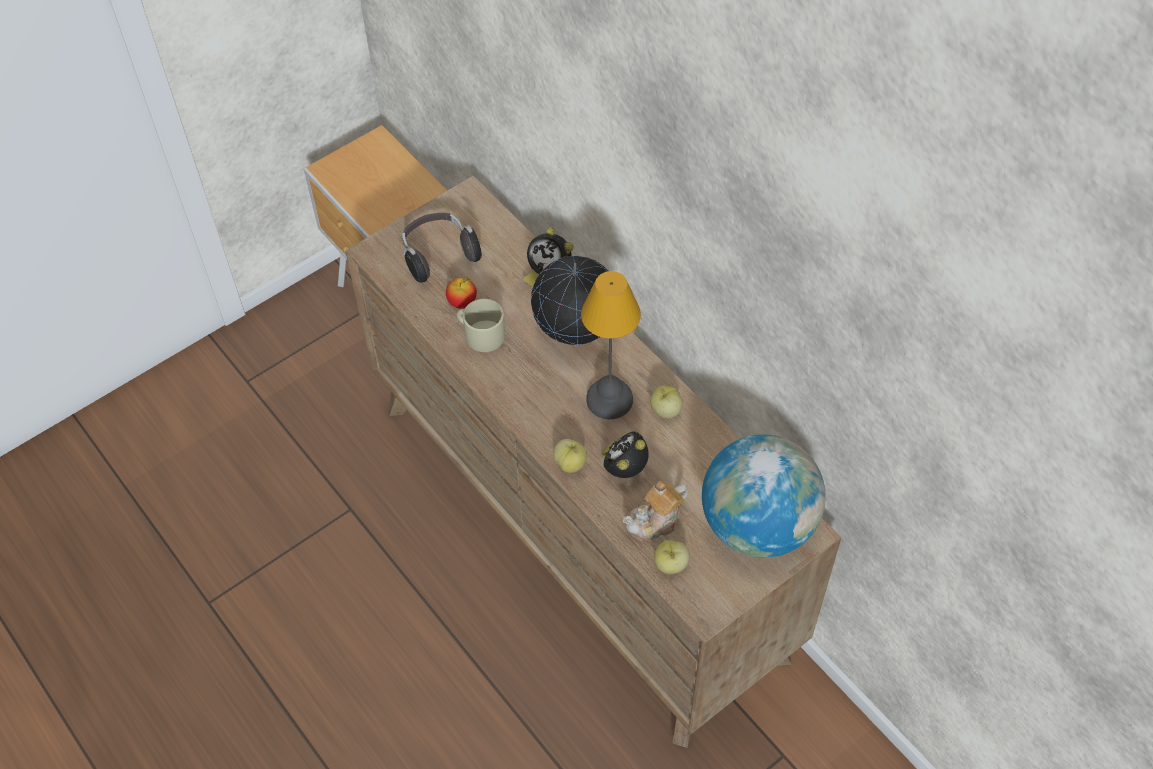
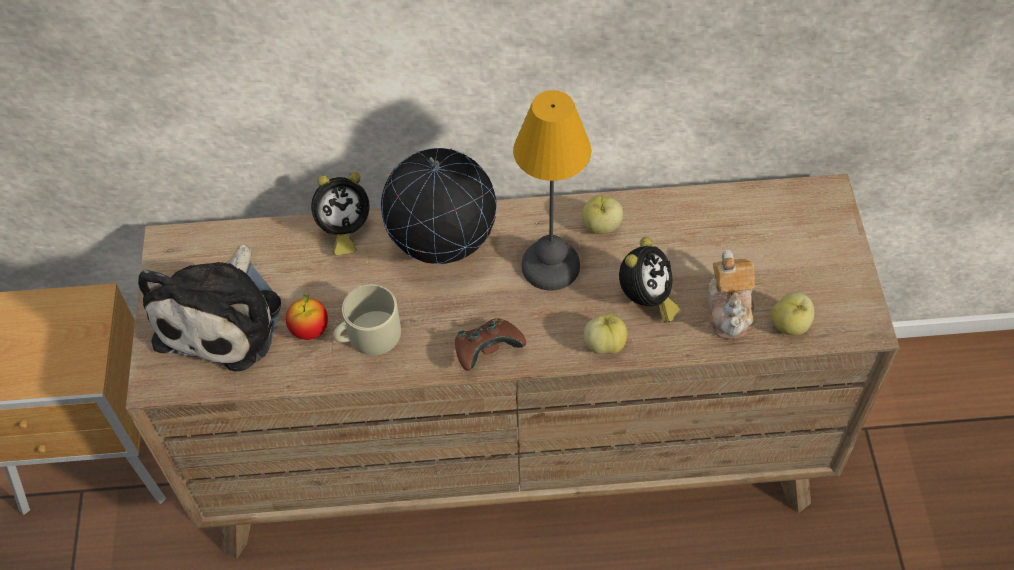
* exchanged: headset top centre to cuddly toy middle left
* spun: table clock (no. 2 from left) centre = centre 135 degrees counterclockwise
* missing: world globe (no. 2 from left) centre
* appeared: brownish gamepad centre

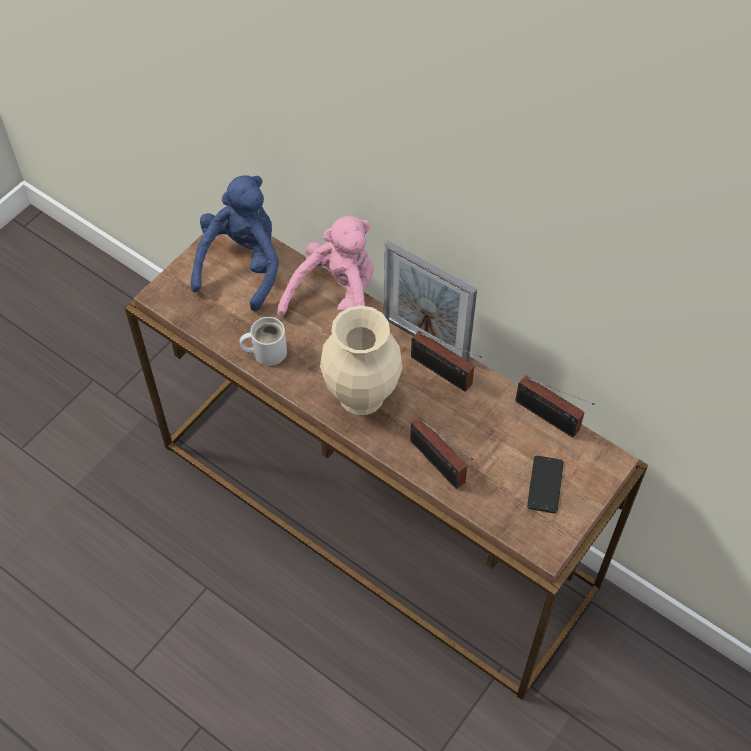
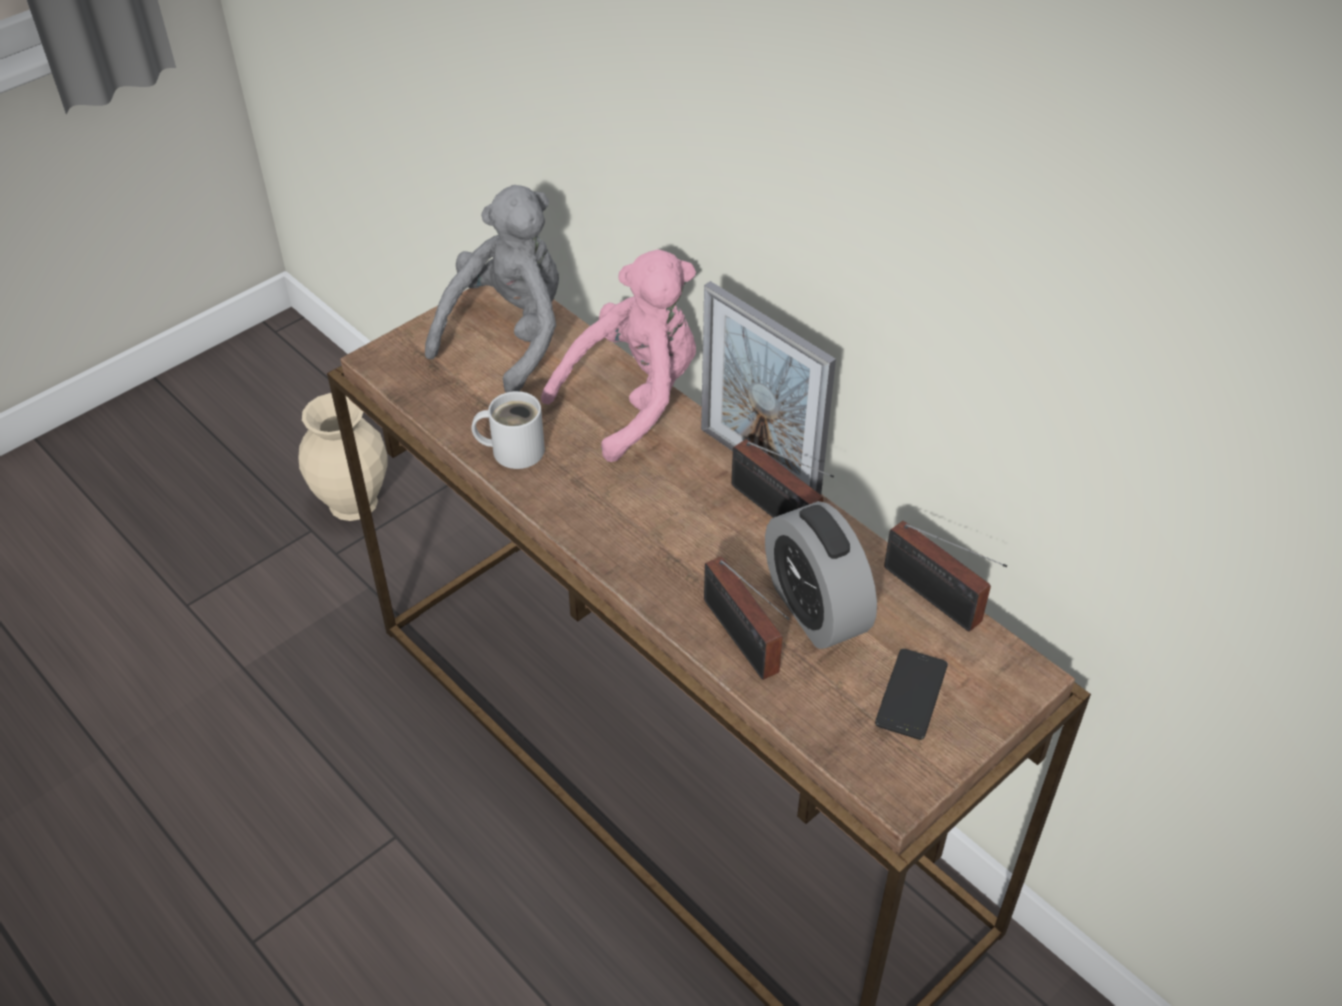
* colour: blue-coloured cuddly toy top left to greyish cuddly toy top centre
* relocated: beige-coloured decorative vase centre to middle left
* appeared: table clock centre

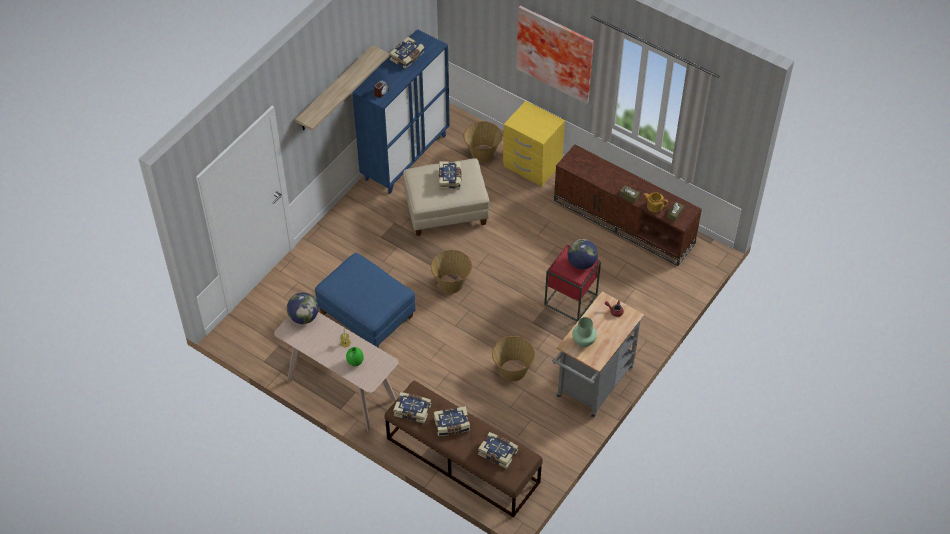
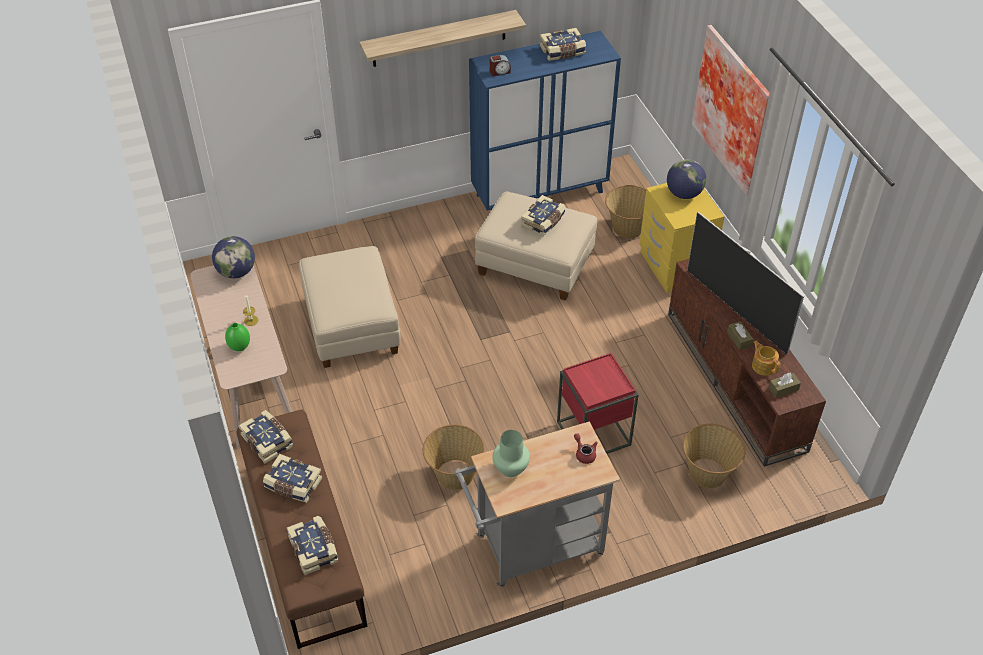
* relocated: world globe (no. 2 from left) centre to top right
* relocated: basket (no. 1 from left in the first image) centre to basket (no. 3 from left) bottom right
* colour: blue-coloured ottoman centre to beige-coloured ottoman (no. 1 from left) centre
* appeared: TV middle right

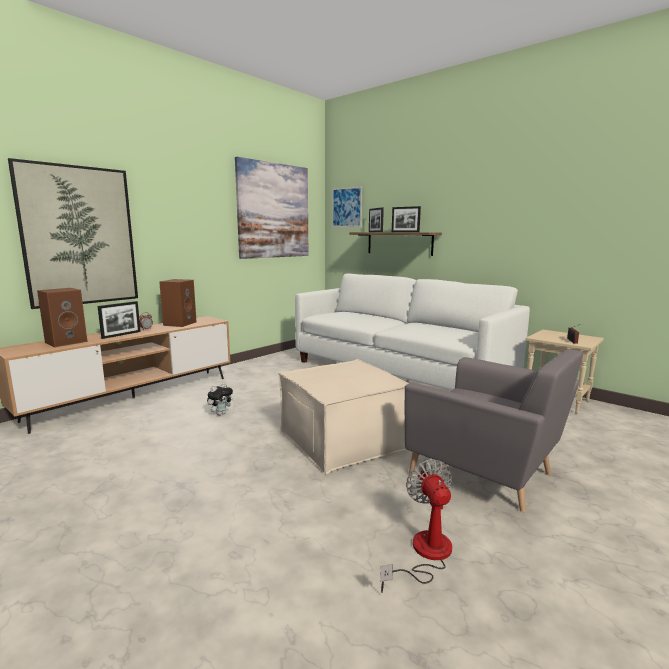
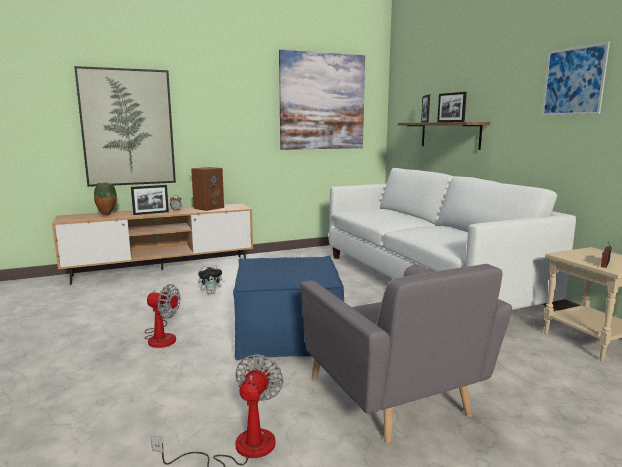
* relocated: picture (no. 3 from left) top centre to top right
* exchanged: brownish audio speaker (no. 1 from left) middle left to decorative vase middle left
* colour: beige-coloured ottoman centre to blue-coloured ottoman centre
* appeared: cooling fan (no. 1 from left) bottom left

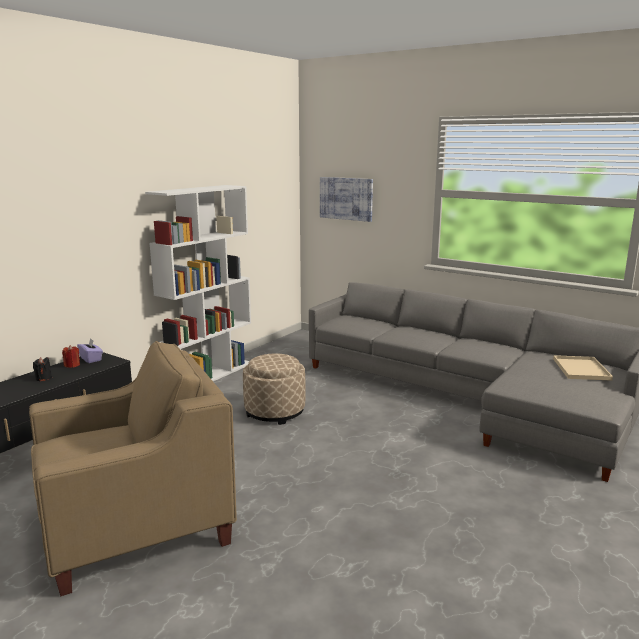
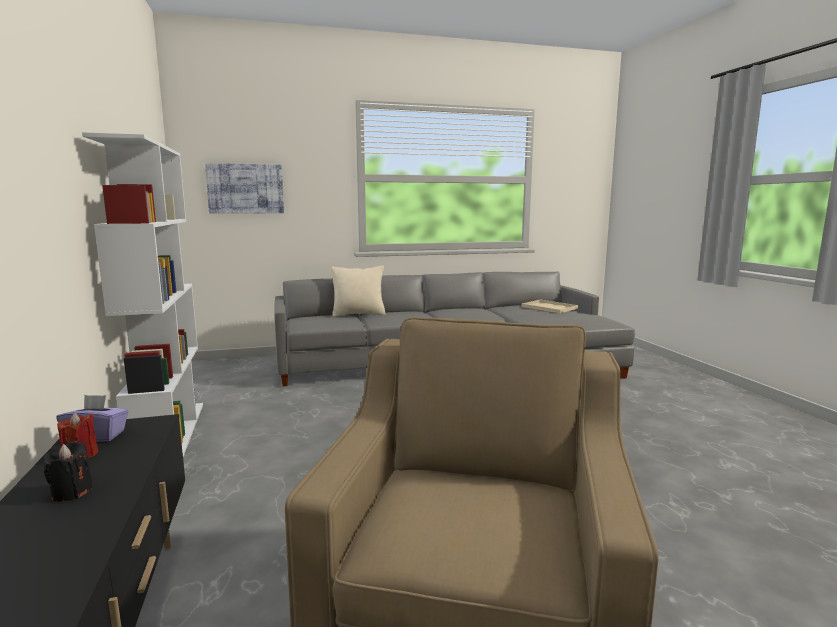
* missing: beige-coloured ottoman centre
* appeared: beige-coloured throw pillow centre

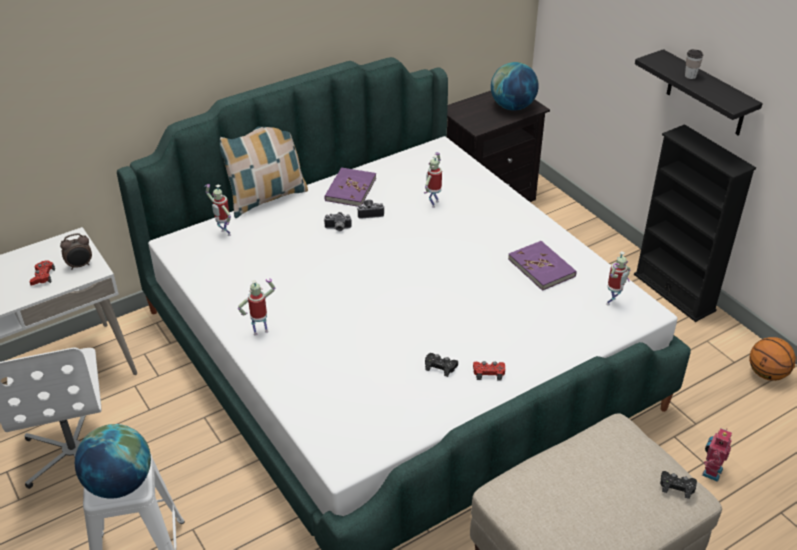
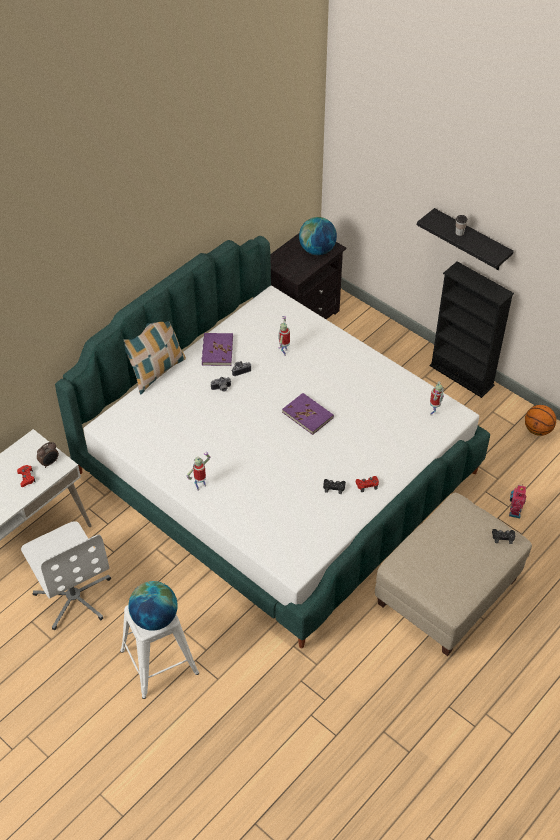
* missing: toy robot (no. 1 from left) middle left
* relocated: purple book (no. 2 from left) middle right to centre

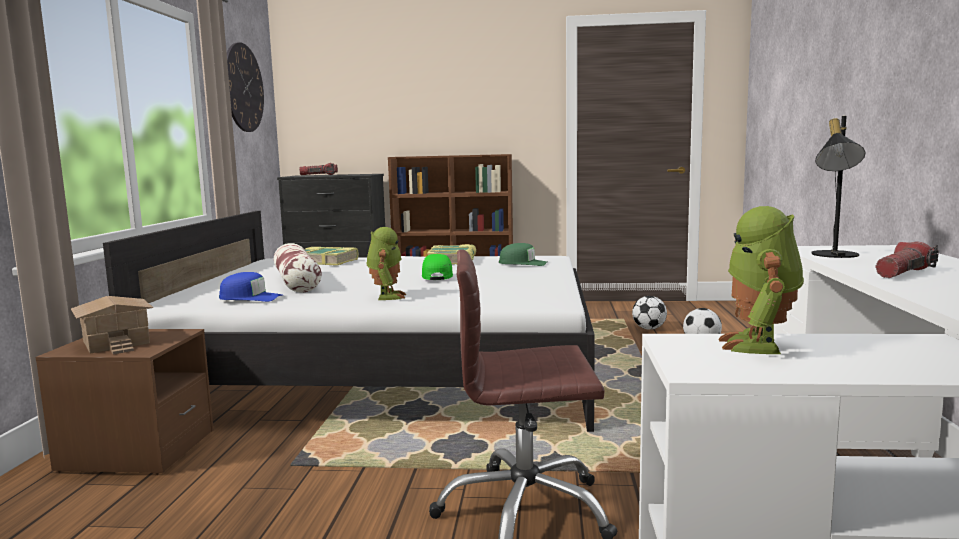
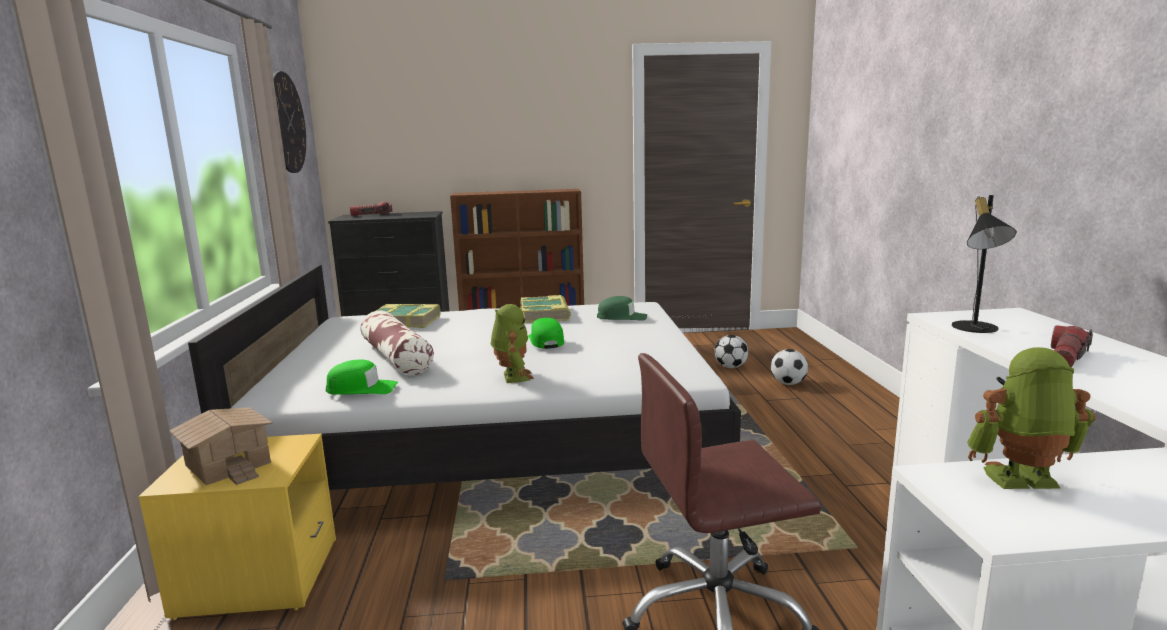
* spun: toy robot (no. 2 from left) middle right = middle right 90 degrees clockwise
* colour: blue-coloured baseball cap middle left to green-coloured baseball cap (no. 1 from left) middle left
* colour: brownish nightstand bottom left to yellowish nightstand bottom left

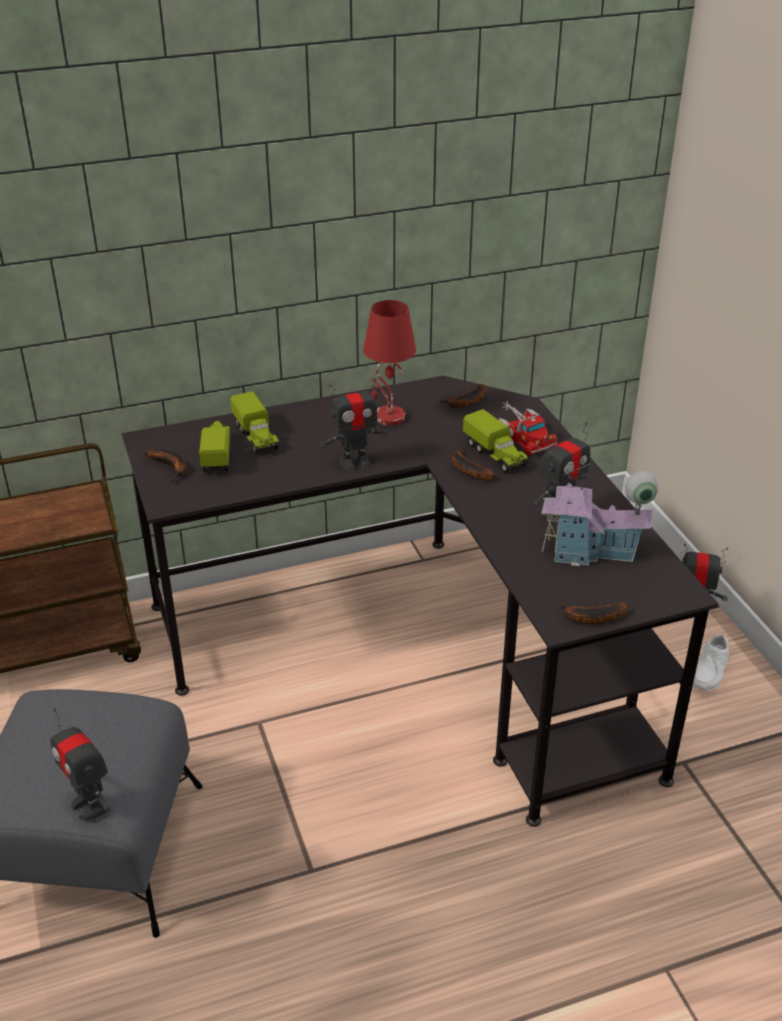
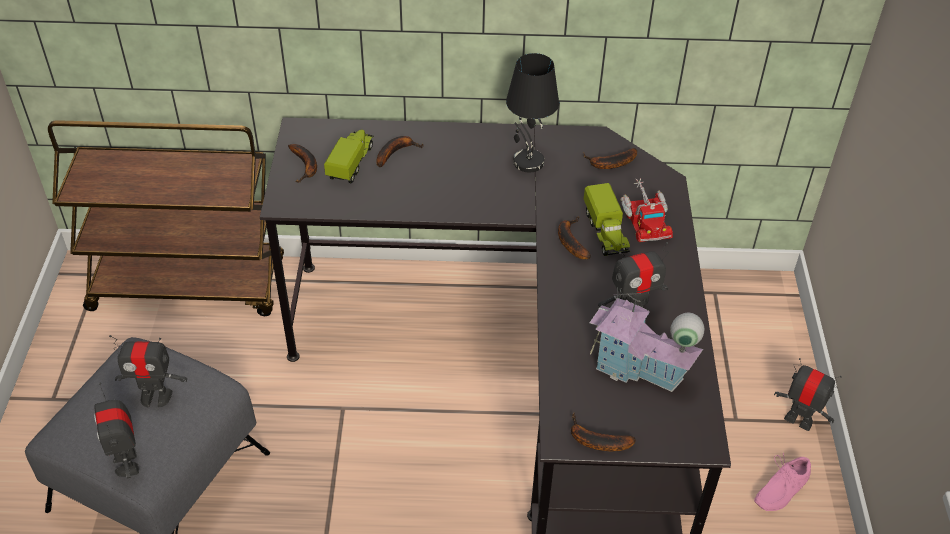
* colour: red-coloured lamp for a table centre to blackish lamp for a table top centre
* relocated: toy robot (no. 2 from left) centre to bottom left
* exchanged: toy lorry (no. 2 from left) middle left to banana (no. 2 from left) top centre
* colour: white-coloured low shoe middle right to pink low shoe bottom right

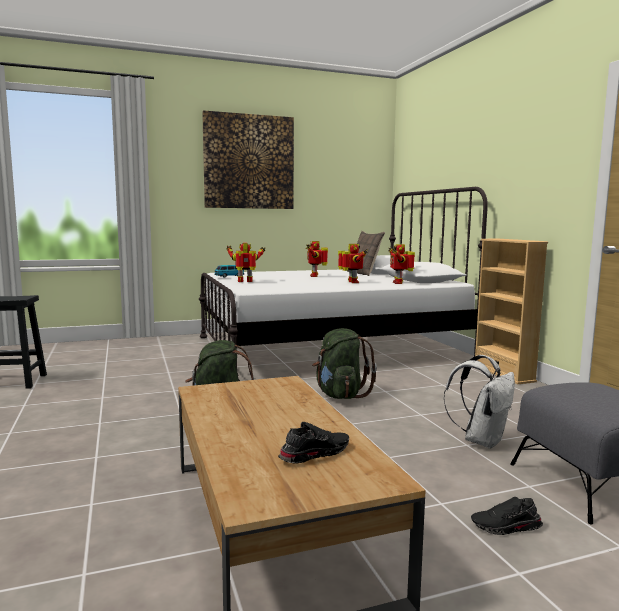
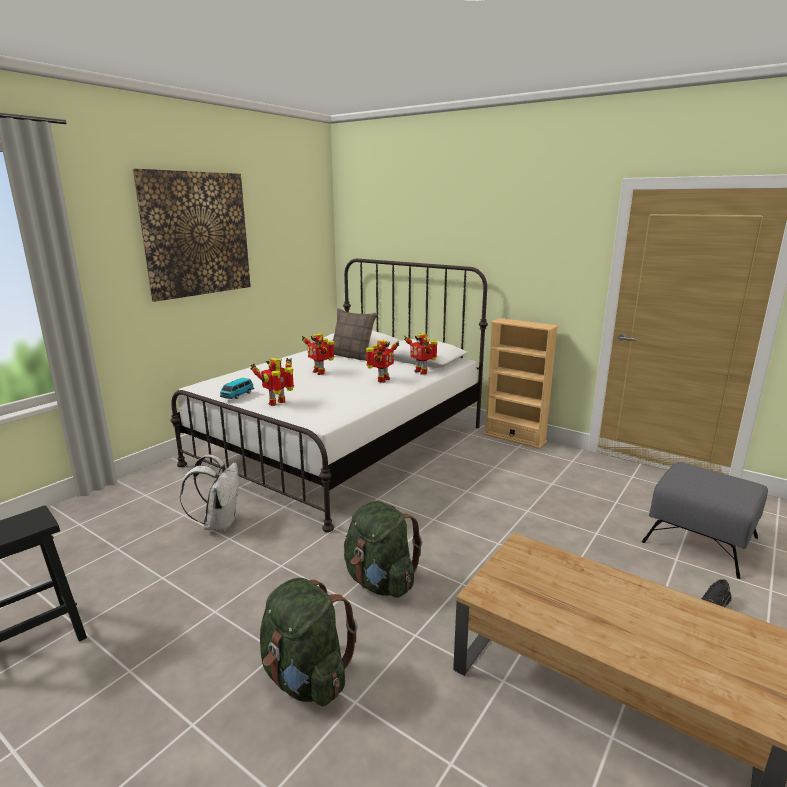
* spun: toy robot (no. 3 from left) centre = centre 75 degrees clockwise
* relocated: green-coloured rucksack (no. 2 from left in the first image) centre to green-coloured rucksack (no. 1 from left) bottom centre
* relocated: white-coloured rucksack middle right to middle left
* missing: blackish low shoe (no. 1 from left) bottom centre

